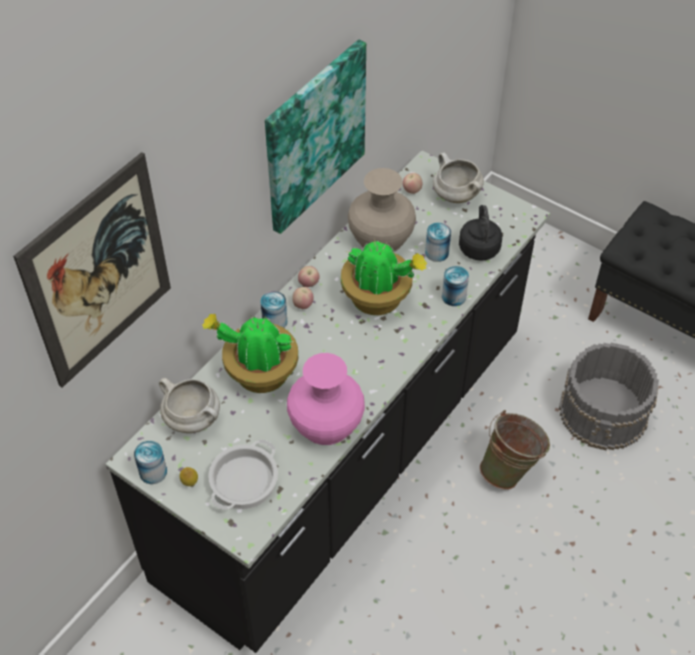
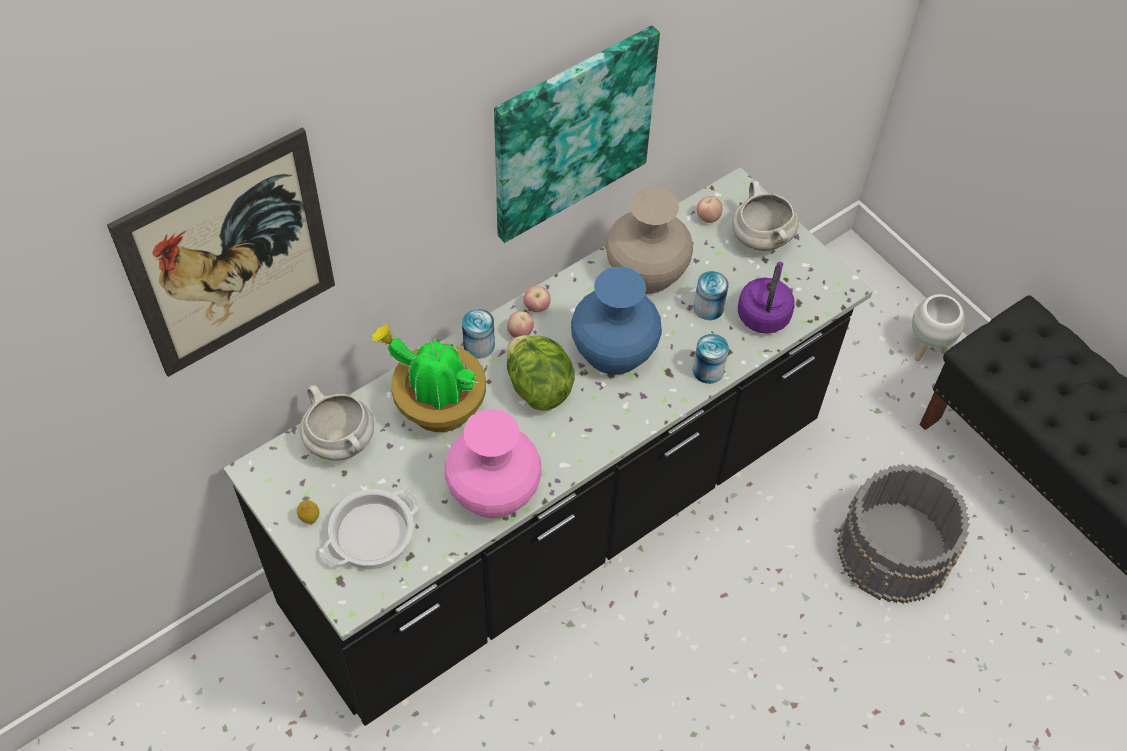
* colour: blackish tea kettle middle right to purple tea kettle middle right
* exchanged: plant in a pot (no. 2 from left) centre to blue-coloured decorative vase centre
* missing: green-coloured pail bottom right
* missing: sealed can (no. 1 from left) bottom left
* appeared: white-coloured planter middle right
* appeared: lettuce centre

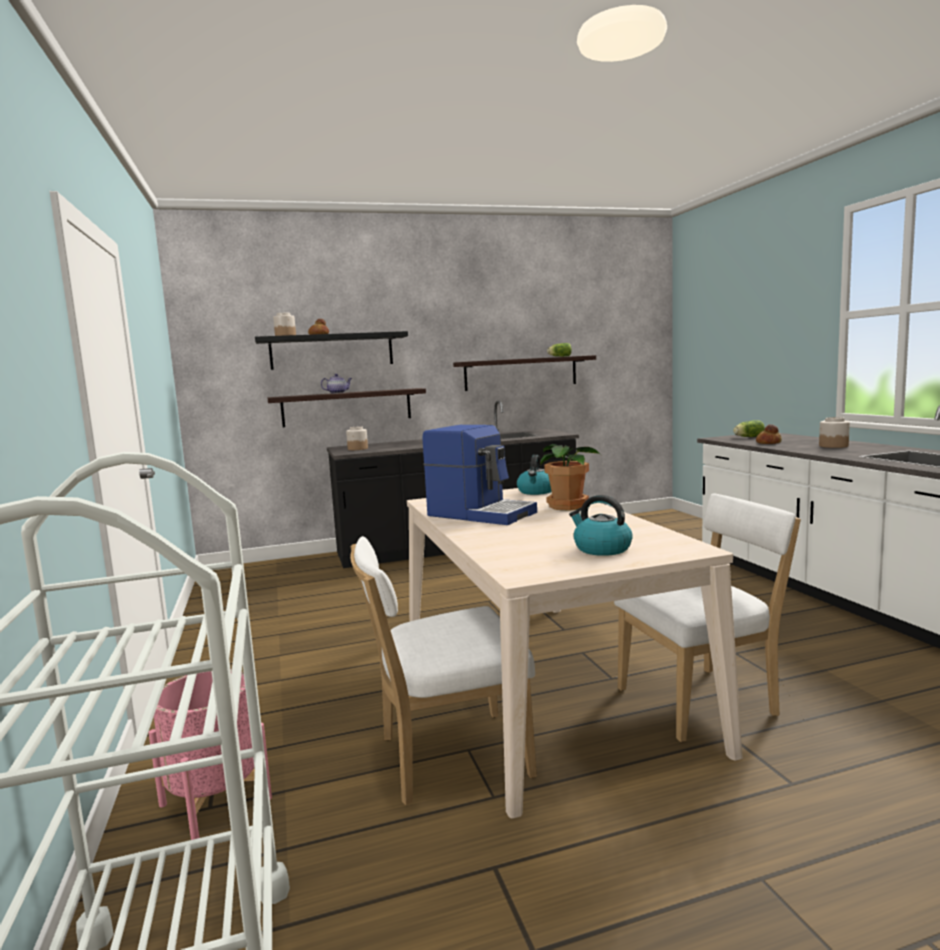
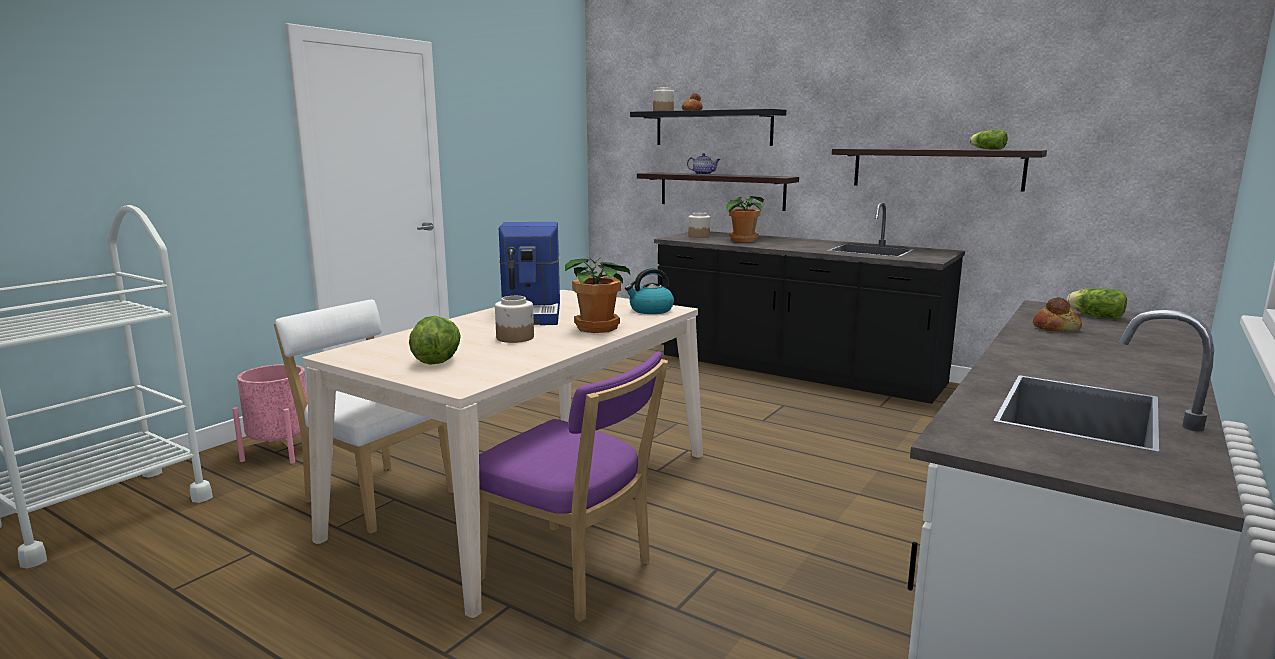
* relocated: storage jar (no. 3 from left in the first image) middle right to storage jar (no. 1 from left) centre
* colour: white-coloured plain chair (no. 2 from left) middle right to purple plain chair bottom centre
* exchanged: tea kettle (no. 2 from left) centre to lettuce (no. 1 from left) centre
* appeared: plant in a pot (no. 2 from left) top centre

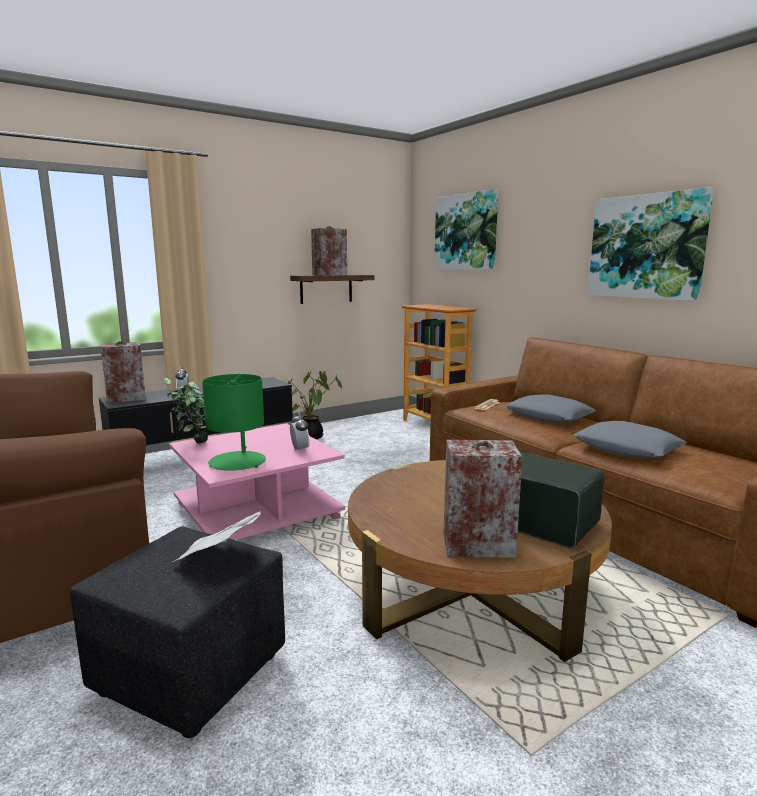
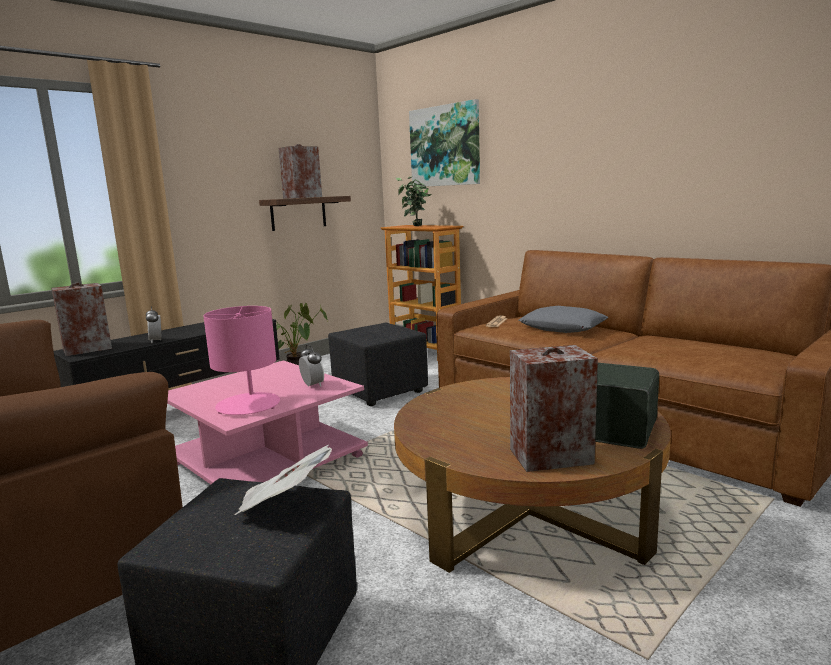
* missing: picture (no. 2 from left) top right
* colour: green-coloured lamp for a table middle left to pink lamp for a table middle left
* relocated: plant in a pot (no. 1 from left in the first image) middle left to plant in a pot (no. 2 from left) top centre
* missing: greyish throw pillow (no. 2 from left) middle right
* appeared: blackish ottoman (no. 2 from left) centre

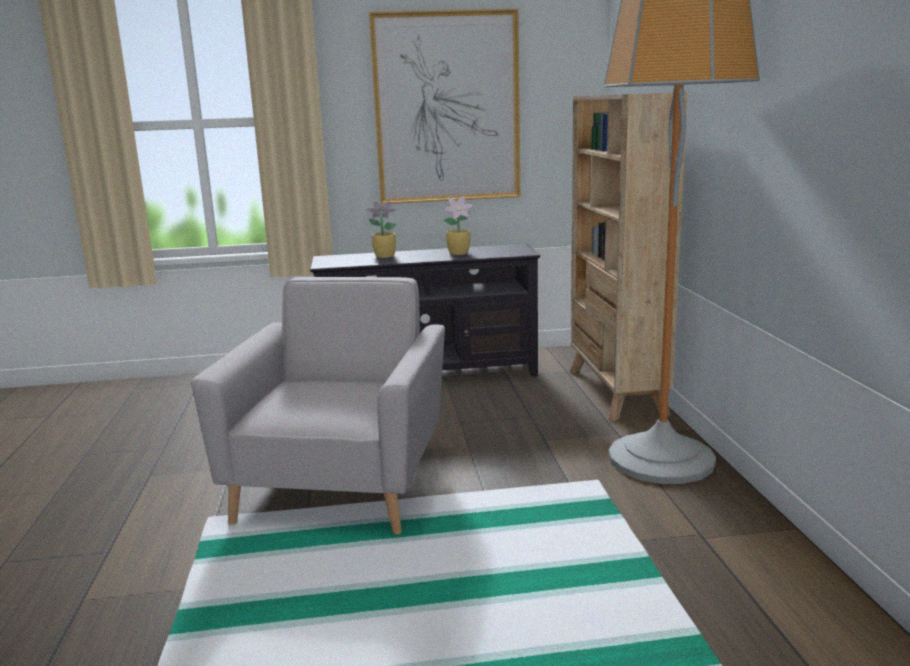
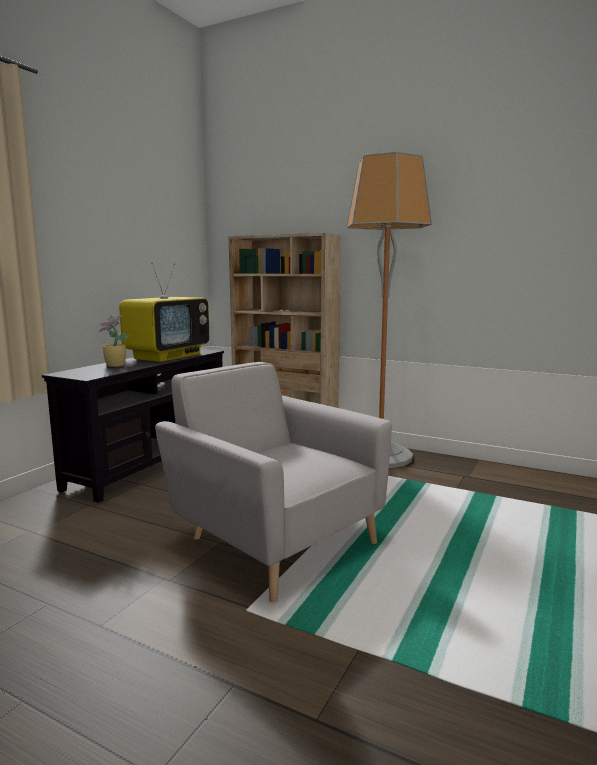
* missing: picture top centre
* exchanged: plant in a pot (no. 2 from left) centre to TV middle left

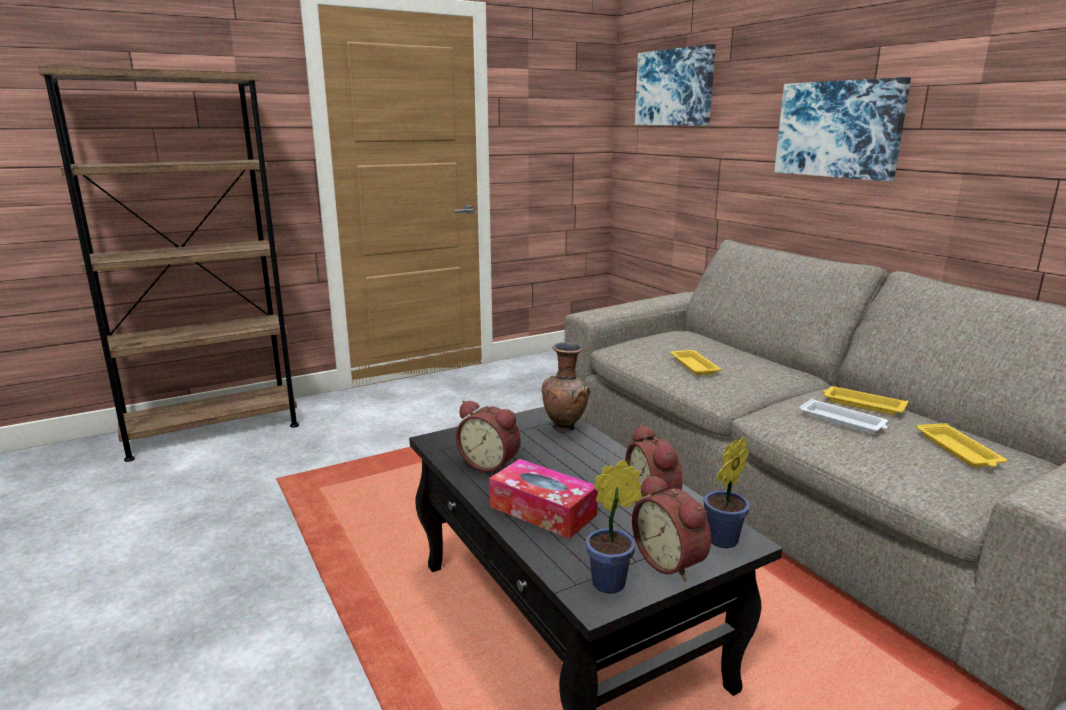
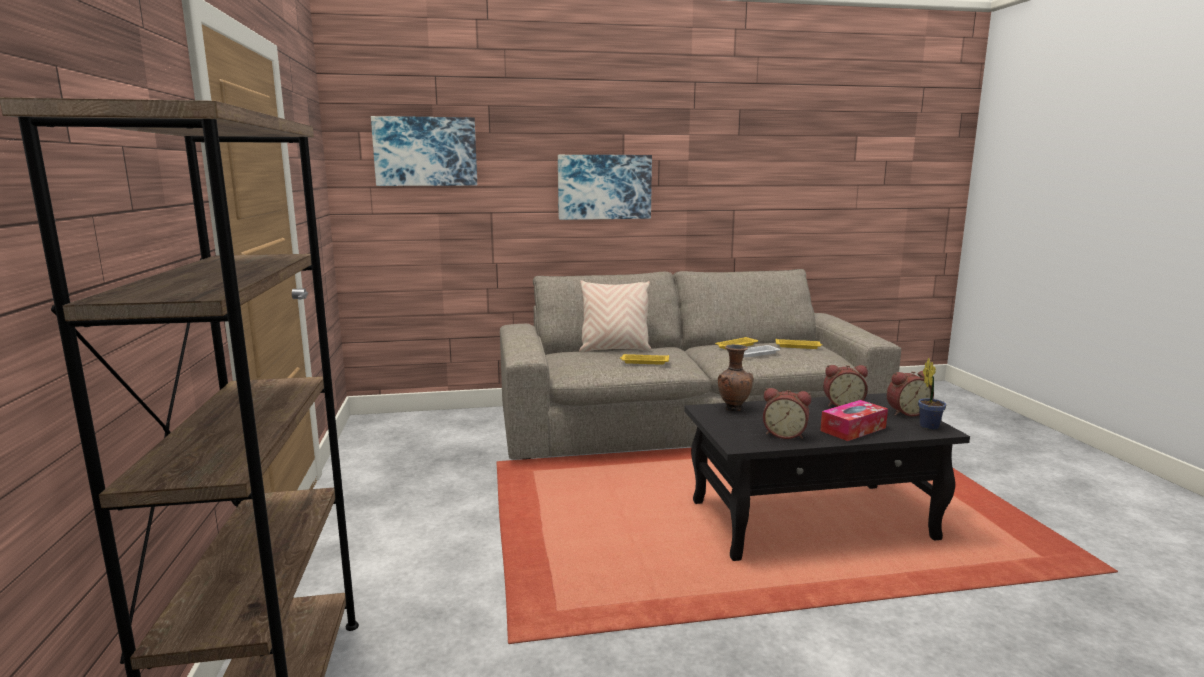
* spun: table clock (no. 1 from left) centre = centre 60 degrees clockwise
* missing: plant in a pot (no. 2 from left) bottom right
* appeared: beige-coloured throw pillow centre

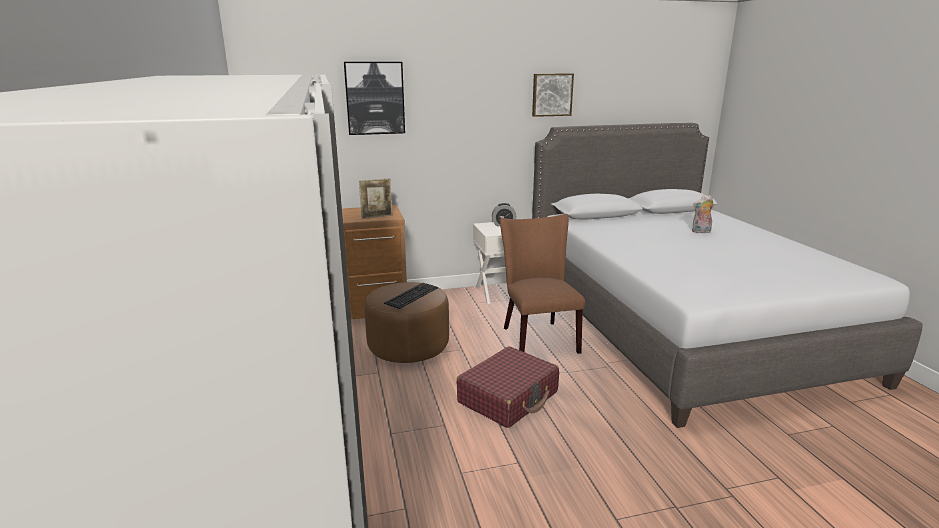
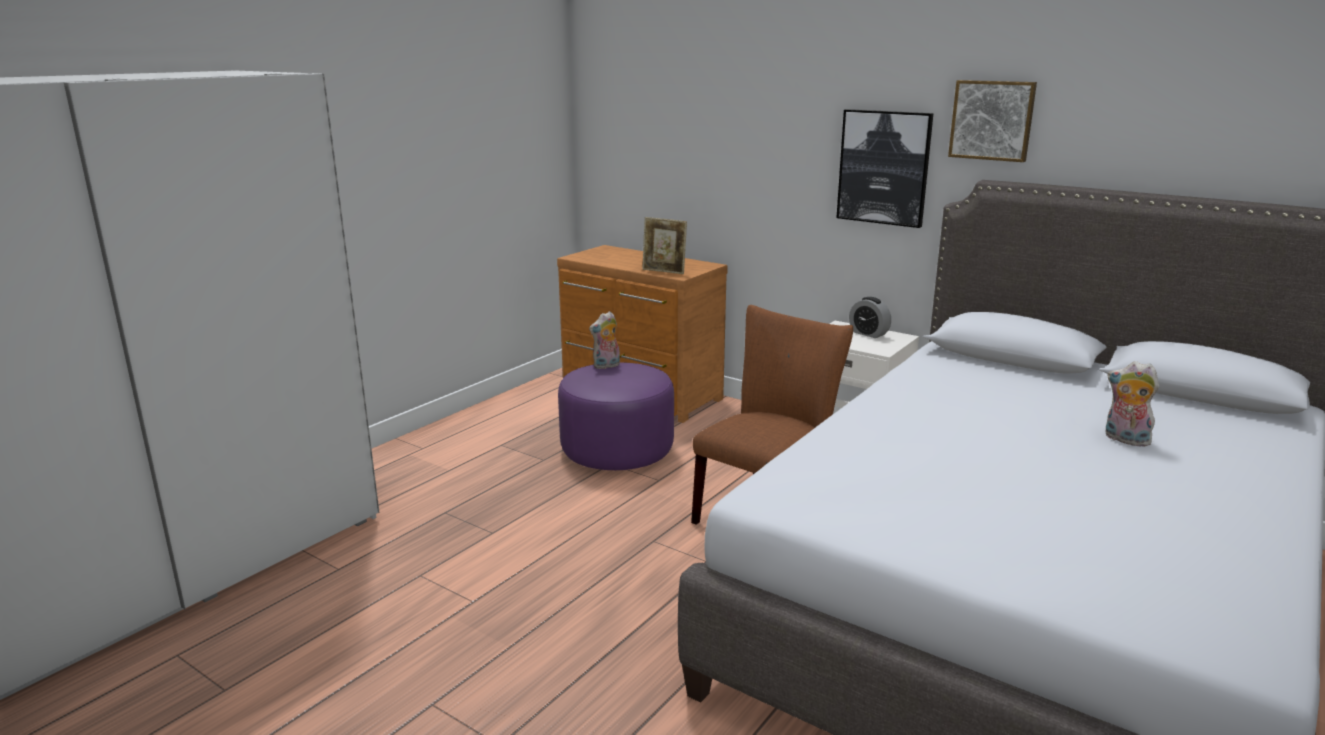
* relocated: picture (no. 1 from left) top centre to top right
* colour: brownish ottoman centre to purple ottoman centre
* missing: computer keyboard centre
* missing: red-coloured piece of luggage bottom centre
* appeared: cuddly toy (no. 1 from left) centre

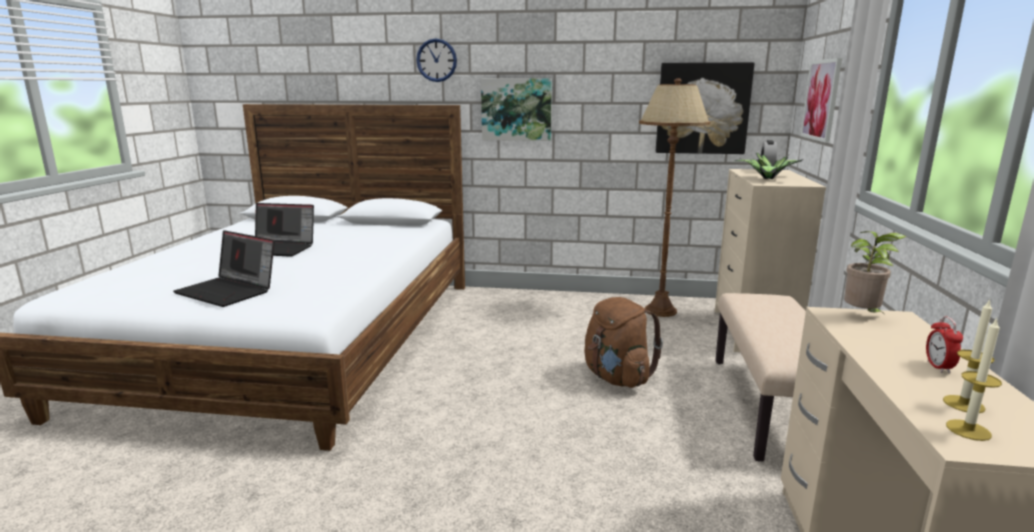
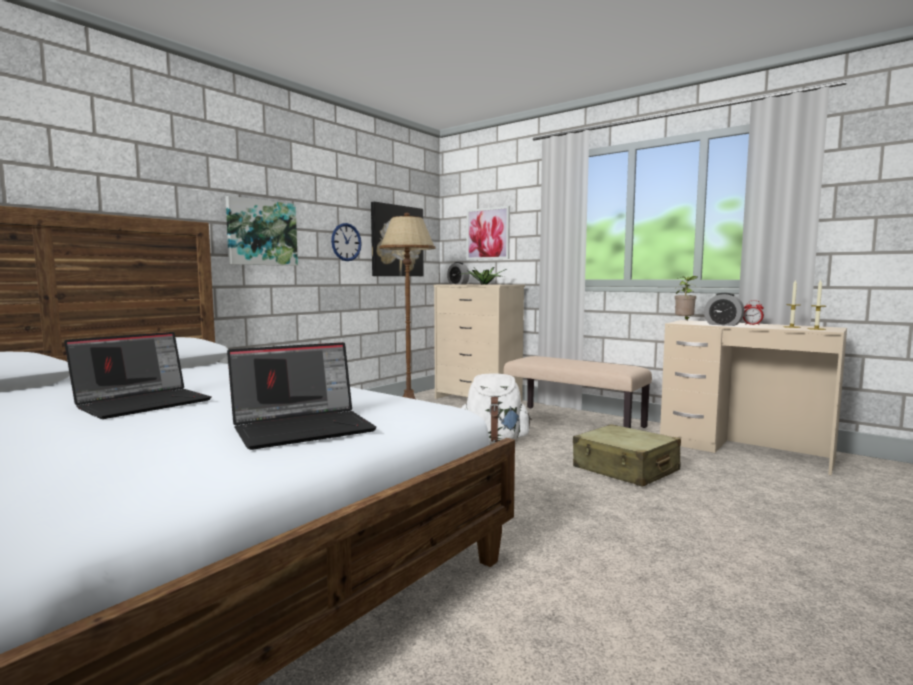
* relocated: wall clock top centre to centre
* colour: brownish rucksack centre to white-coloured rucksack centre
* appeared: table clock (no. 2 from left) middle right
* appeared: beige-coloured piece of luggage middle right

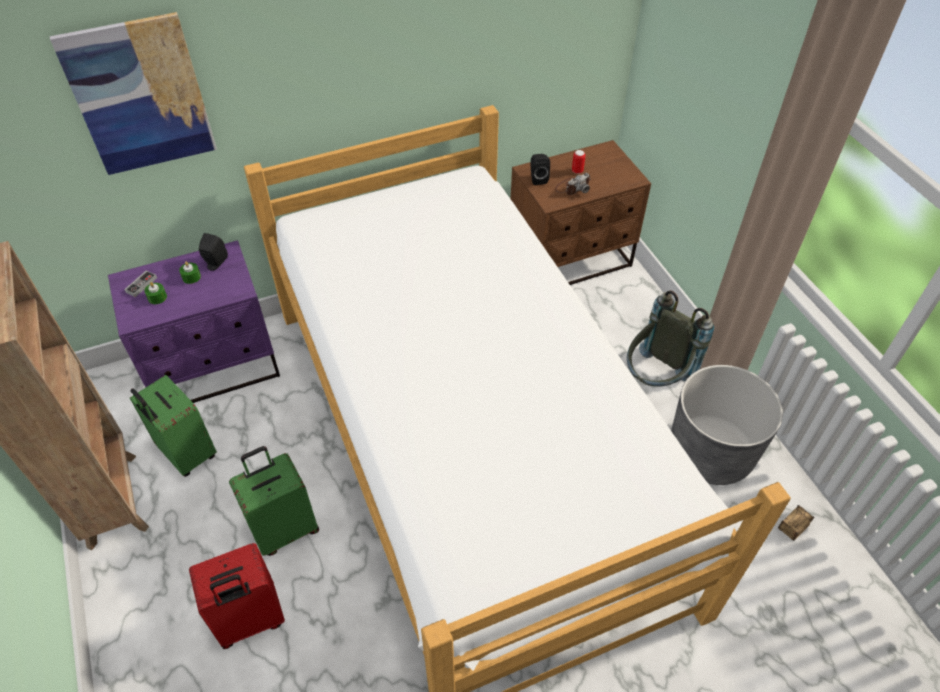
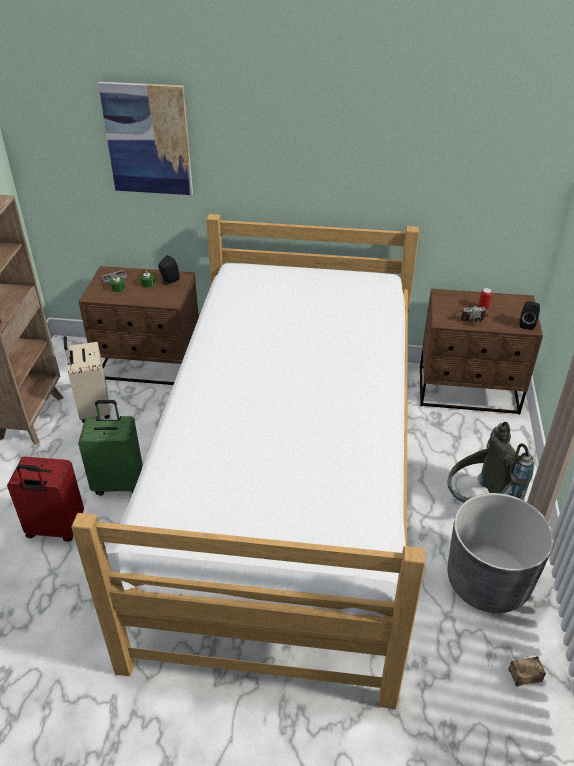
* relocated: blackish audio speaker (no. 2 from left) top centre to middle right
* colour: purple nightstand middle left to brownish nightstand (no. 1 from left) middle left
* colour: green-coloured piece of luggage (no. 1 from left) middle left to beige-coloured piece of luggage middle left

